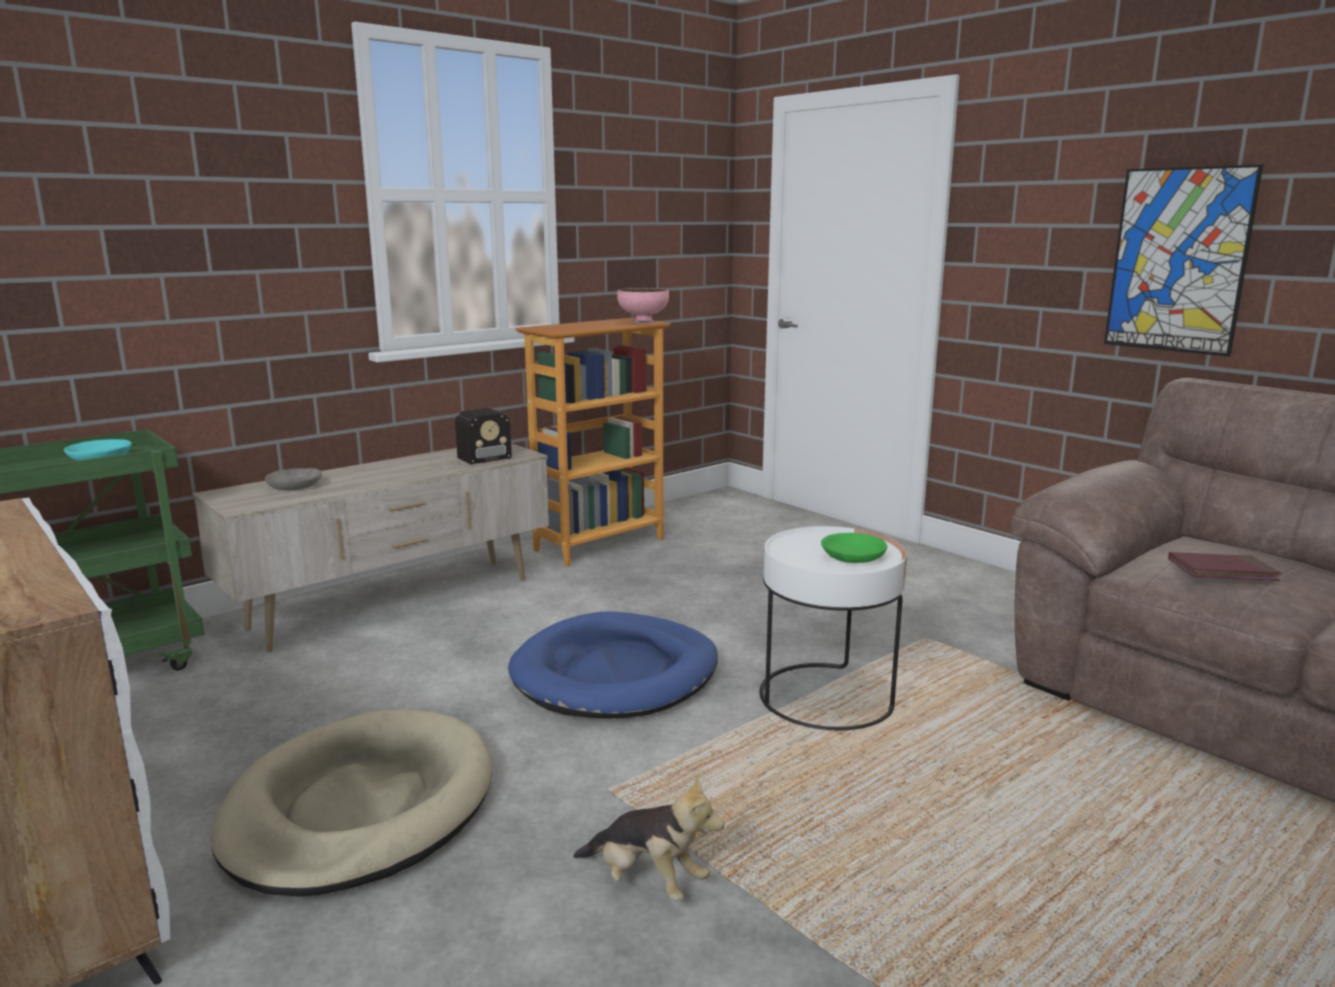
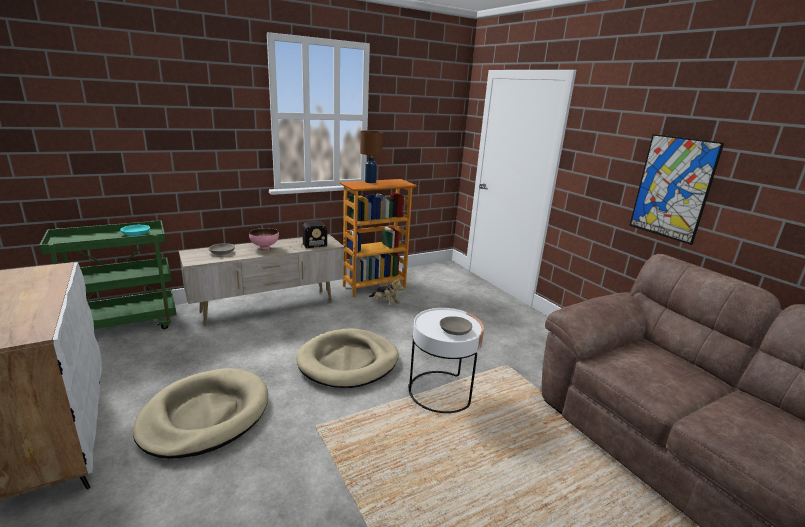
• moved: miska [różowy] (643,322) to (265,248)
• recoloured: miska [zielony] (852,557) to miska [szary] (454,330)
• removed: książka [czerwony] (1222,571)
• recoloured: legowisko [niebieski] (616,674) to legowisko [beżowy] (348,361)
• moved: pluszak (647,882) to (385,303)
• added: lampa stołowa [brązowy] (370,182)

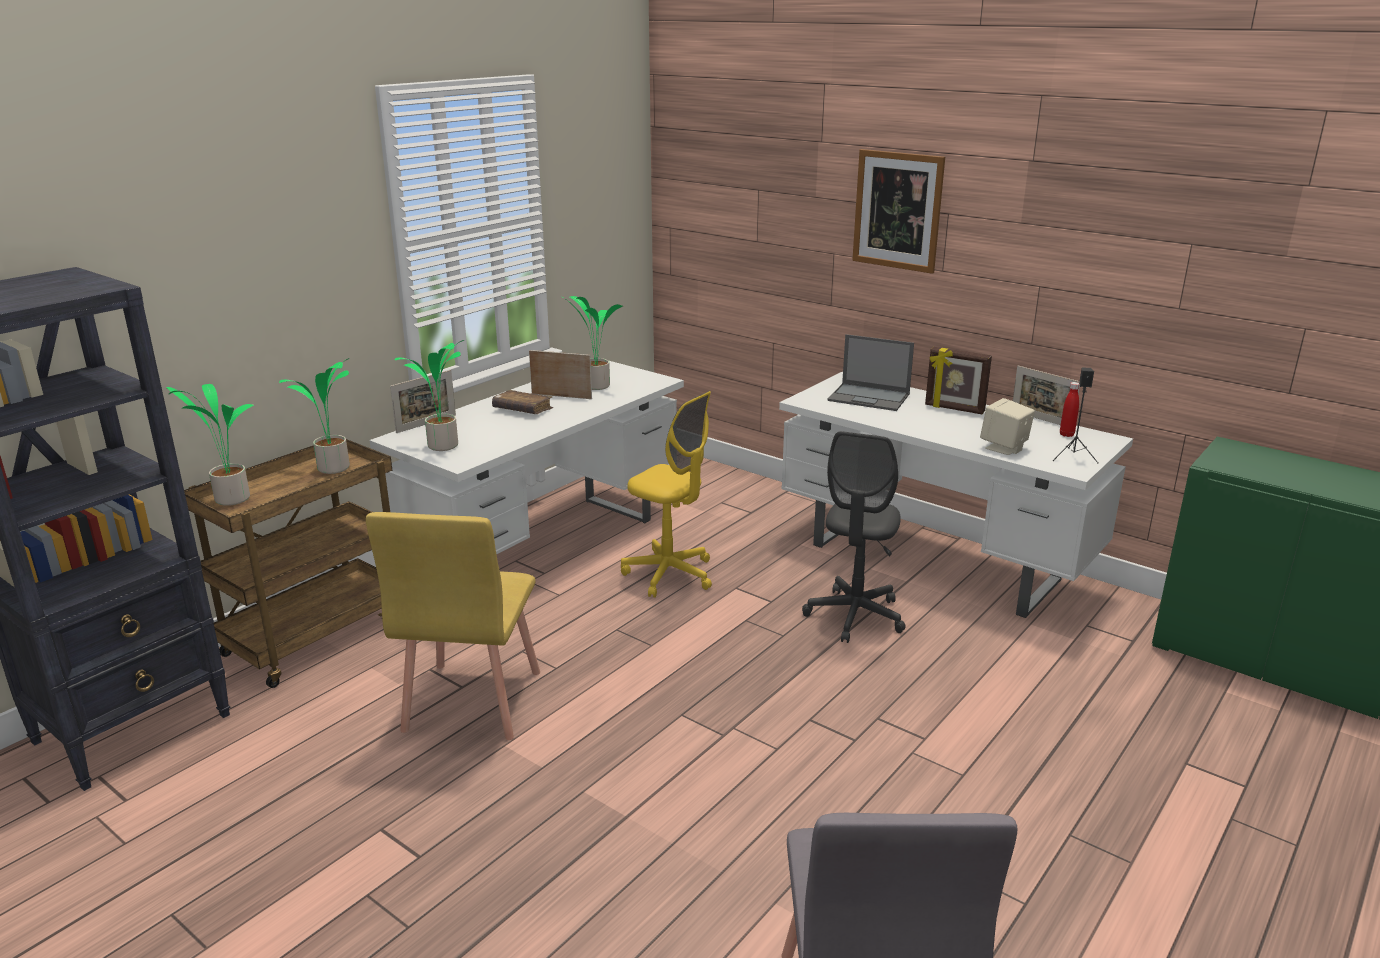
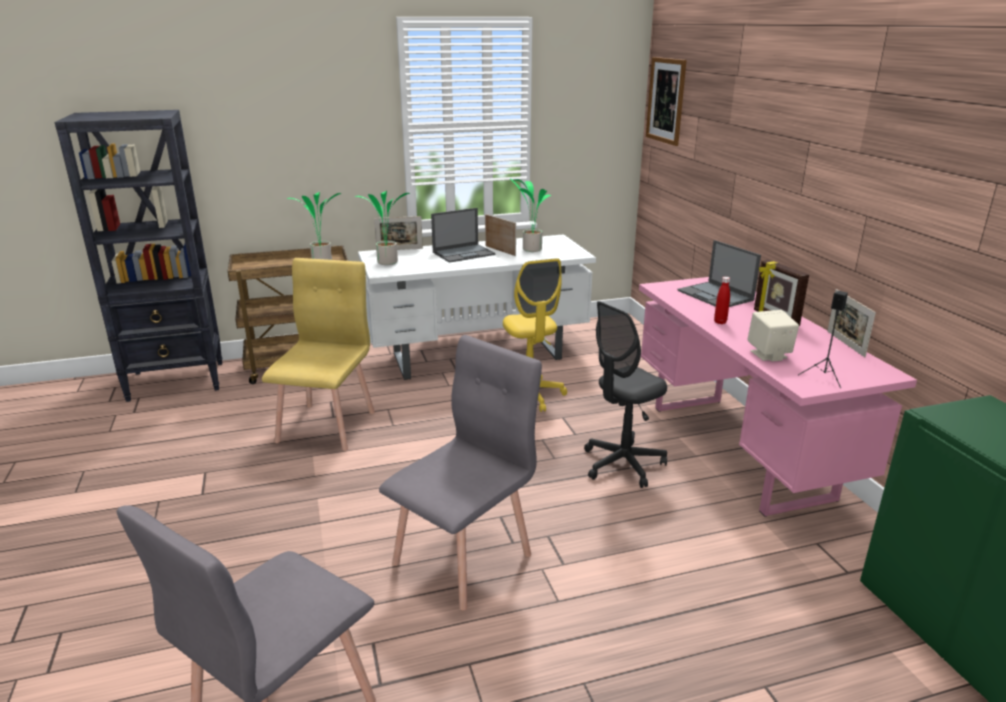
• moved: obraz (897,210) to (666,100)
• recoloured: biurko [biały] (934,562) to biurko [różowy] (739,450)
• moved: butelka [czerwony] (1066,434) to (720,322)
• removed: roślina doniczkowa (230,499)
• replaced: książka [brązowy] (522,410) to laptop (464,253)
• turned: krzesło [żółty] (471,701) = (327,426) 150 degrees clockwise
• added: krzesło [szary] (464,558)

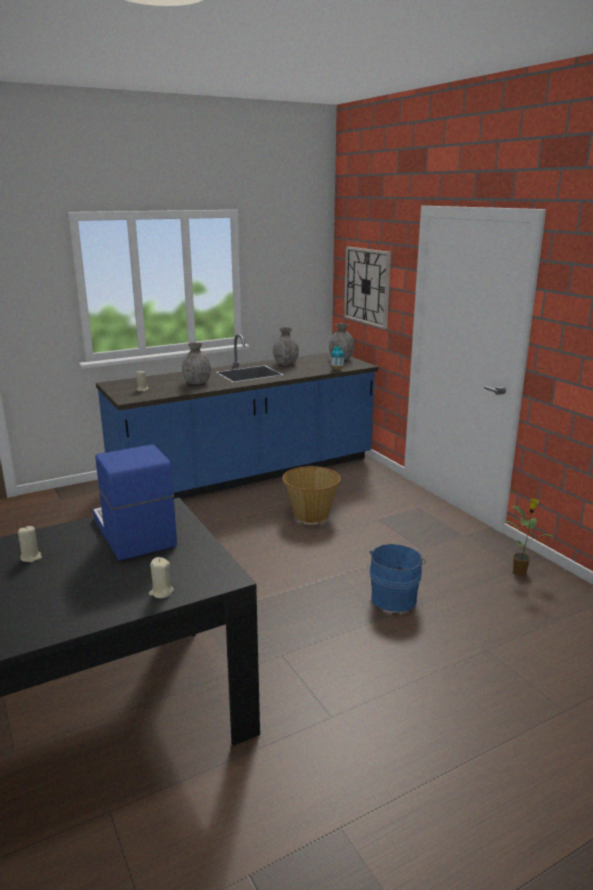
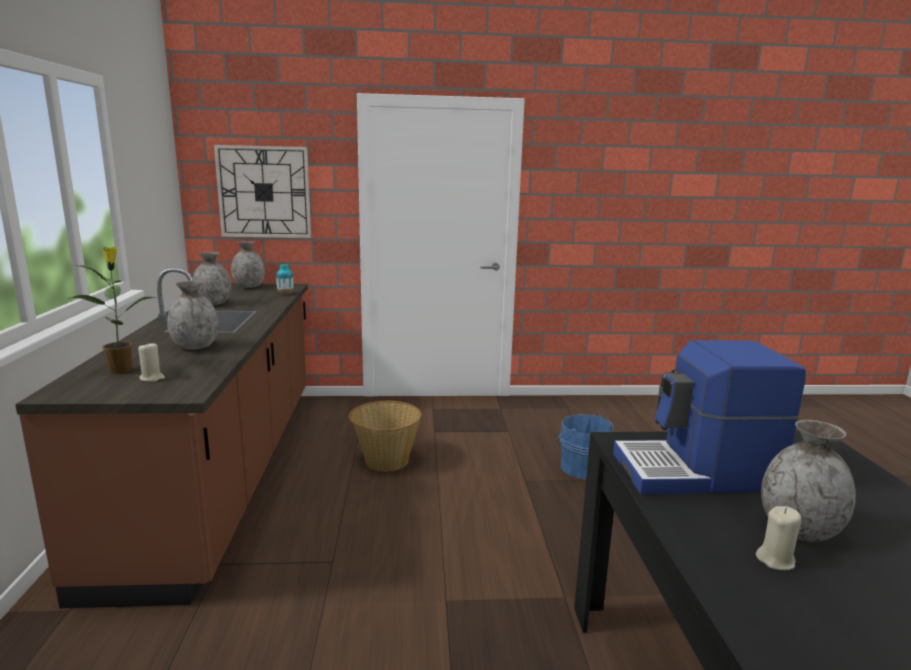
• recoloured: zabudowa kuchenna [niebieski] (246,474) to zabudowa kuchenna [brązowy] (224,471)
• moved: roślina doniczkowa (520,571) to (122,370)
• removed: świeca [beżowy] (161,592)
• added: wazon [szary] (799,530)

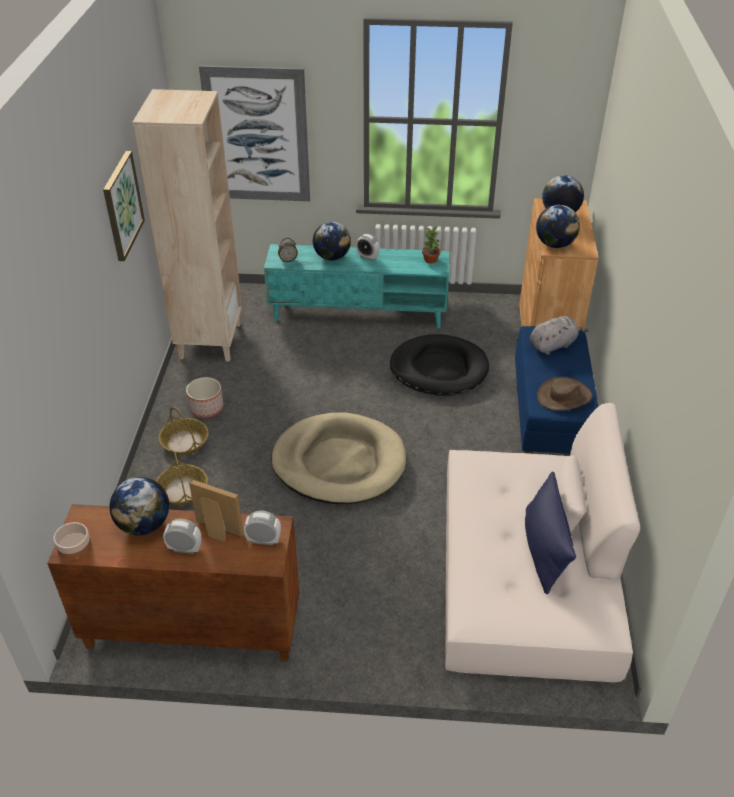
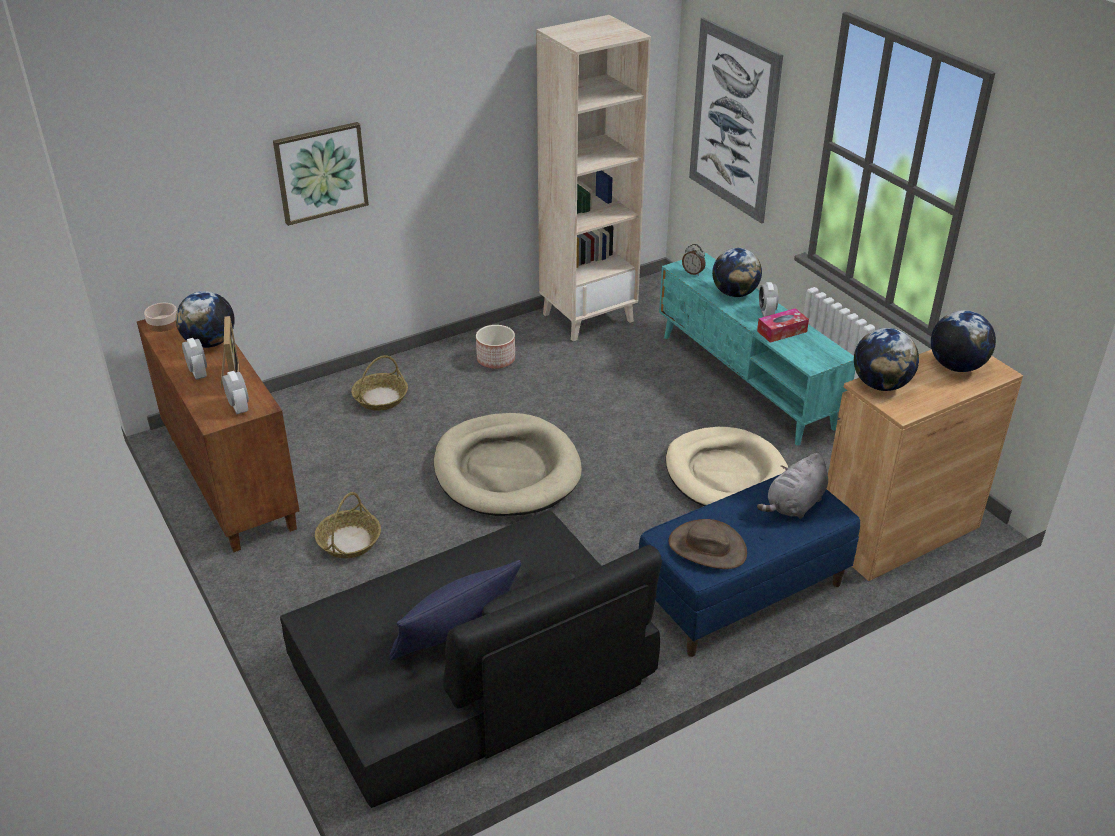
• moved: obraz (122,205) to (321,172)
• removed: roślina doniczkowa (431,260)
• turned: pluszak [szary] (553,345) = (794,505) 105 degrees clockwise
• recoloured: legowisko [czarny] (439,369) to legowisko [beżowy] (726,474)
• recoloured: kanapa [beżowy] (526,575) to kanapa [czarny] (471,672)
• moved: koszyk (185,442) to (349,542)
• added: pudełko chusteczek (782,331)

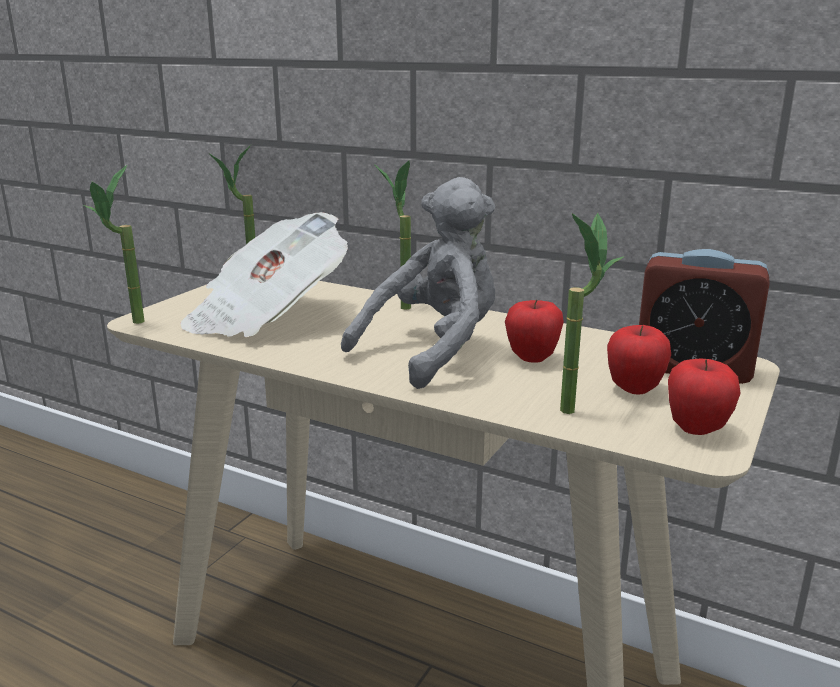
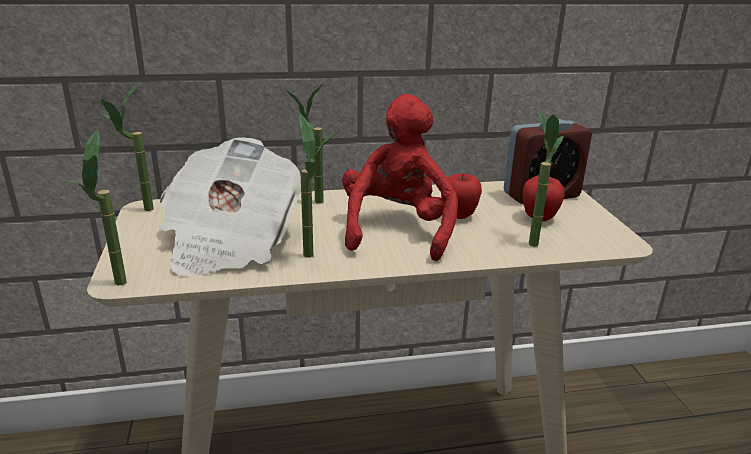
• recoloured: pluszak [szary] (434,351) to pluszak [czerwony] (397,229)
• removed: jabłko (697,429)
• added: roślina doniczkowa (316,259)

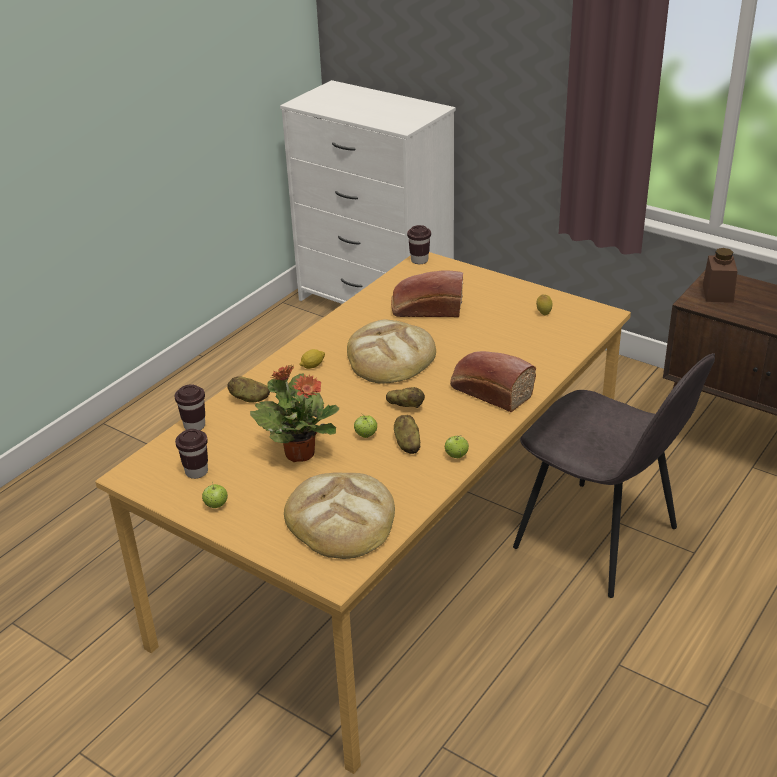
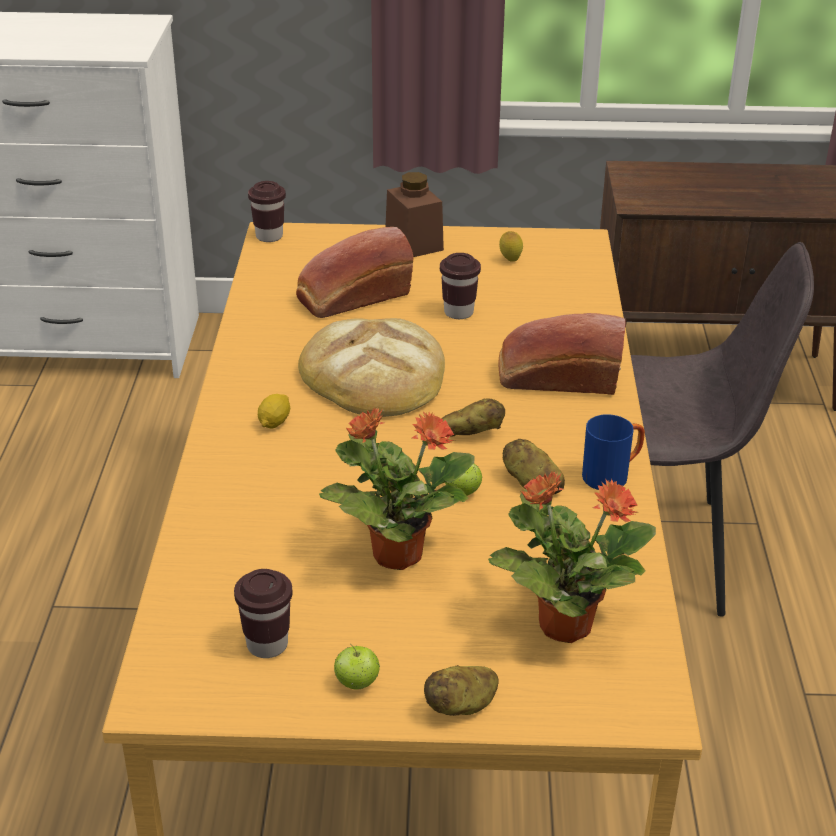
• moved: słoik [brązowy] (717,293) to (414,243)
• moved: ziemniak (249,399) to (462,706)
• moved: filiżanka [brązowy] (194,426) to (458,312)
• replaced: jabłko (456,456) to kubek [niebieski] (612,475)
• replaced: chleb (341,519) to roślina doniczkowa (563,624)

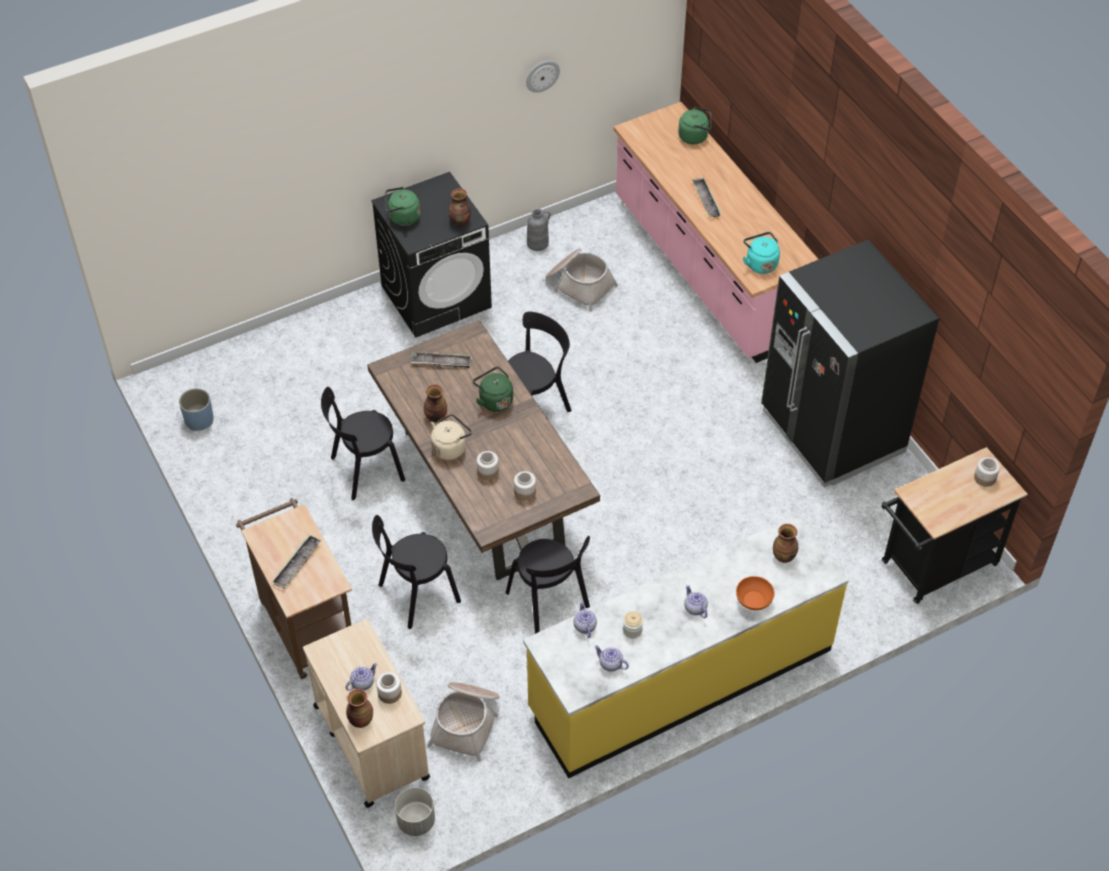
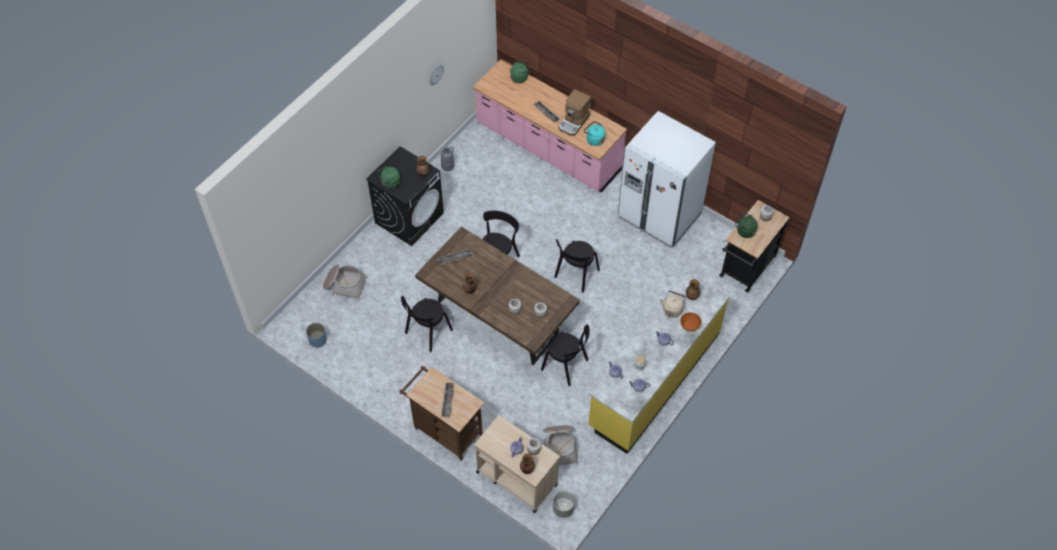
• recoloured: lodówka [czarny] (832,431) to lodówka [biały] (659,216)
• moved: koszyk (579,284) to (344,285)
• moved: czajnik [zielony] (494,400) to (744,231)
• moved: czajnik [beżowy] (450,447) to (672,309)
• moved: krzesło [czarny] (416,595) to (575,275)
• added: ekspres do kawy (574,122)

